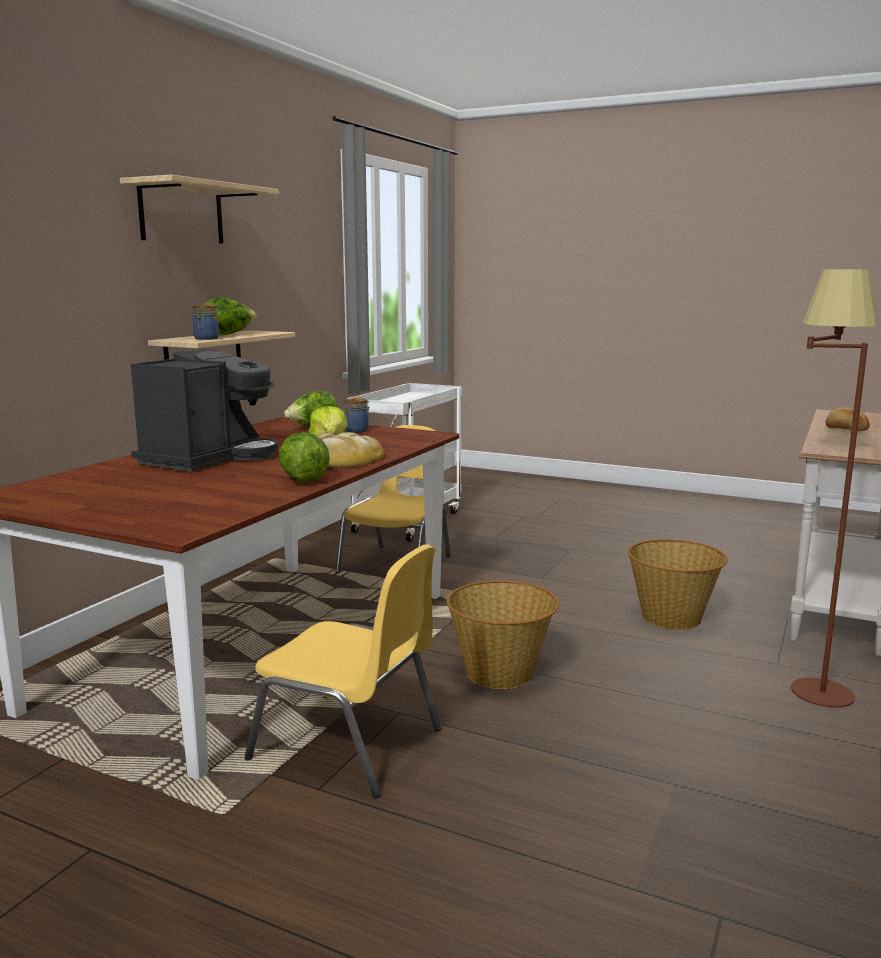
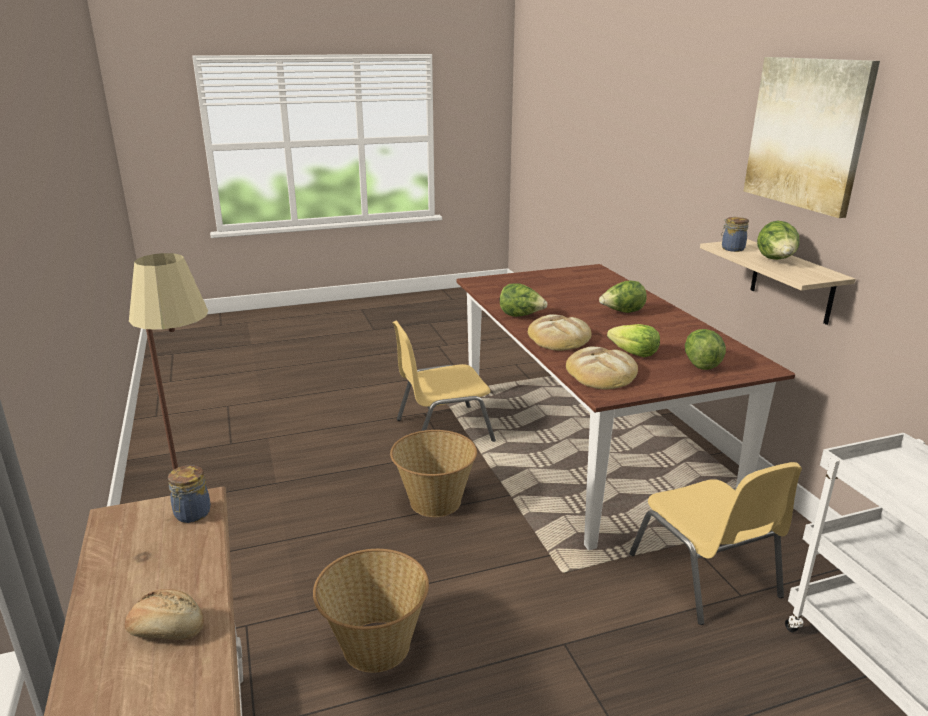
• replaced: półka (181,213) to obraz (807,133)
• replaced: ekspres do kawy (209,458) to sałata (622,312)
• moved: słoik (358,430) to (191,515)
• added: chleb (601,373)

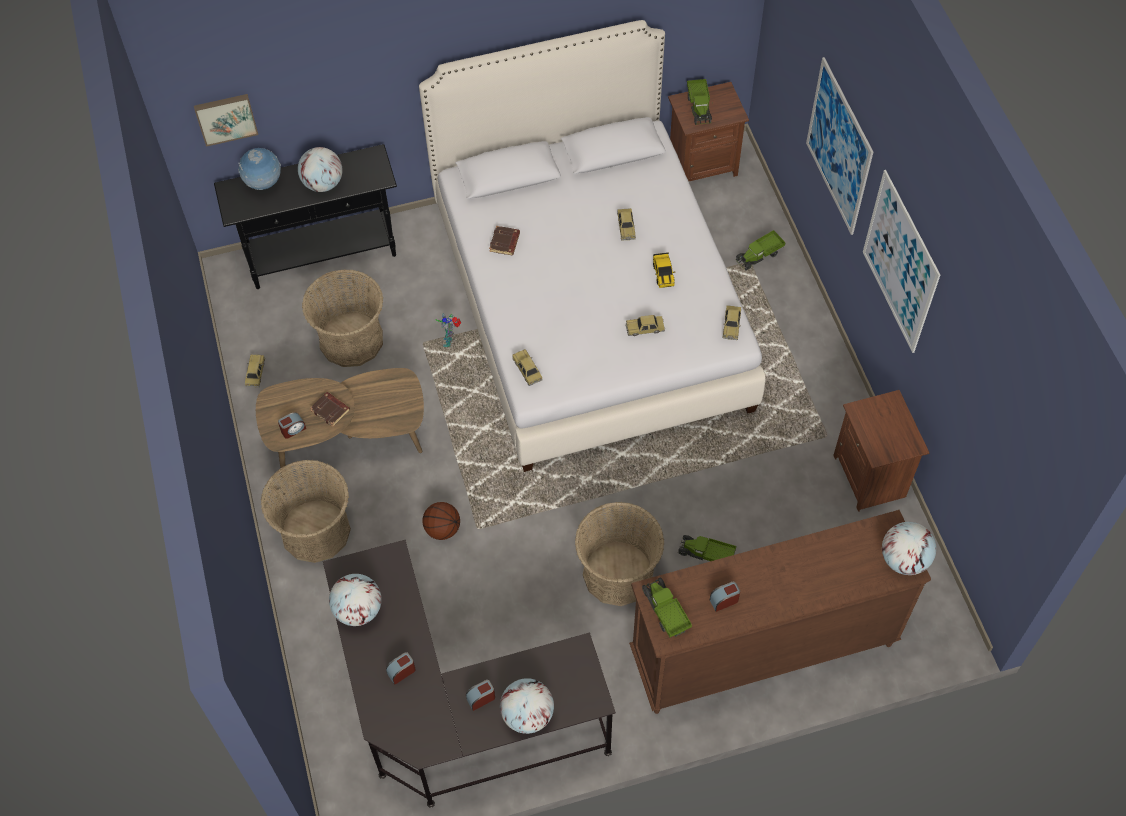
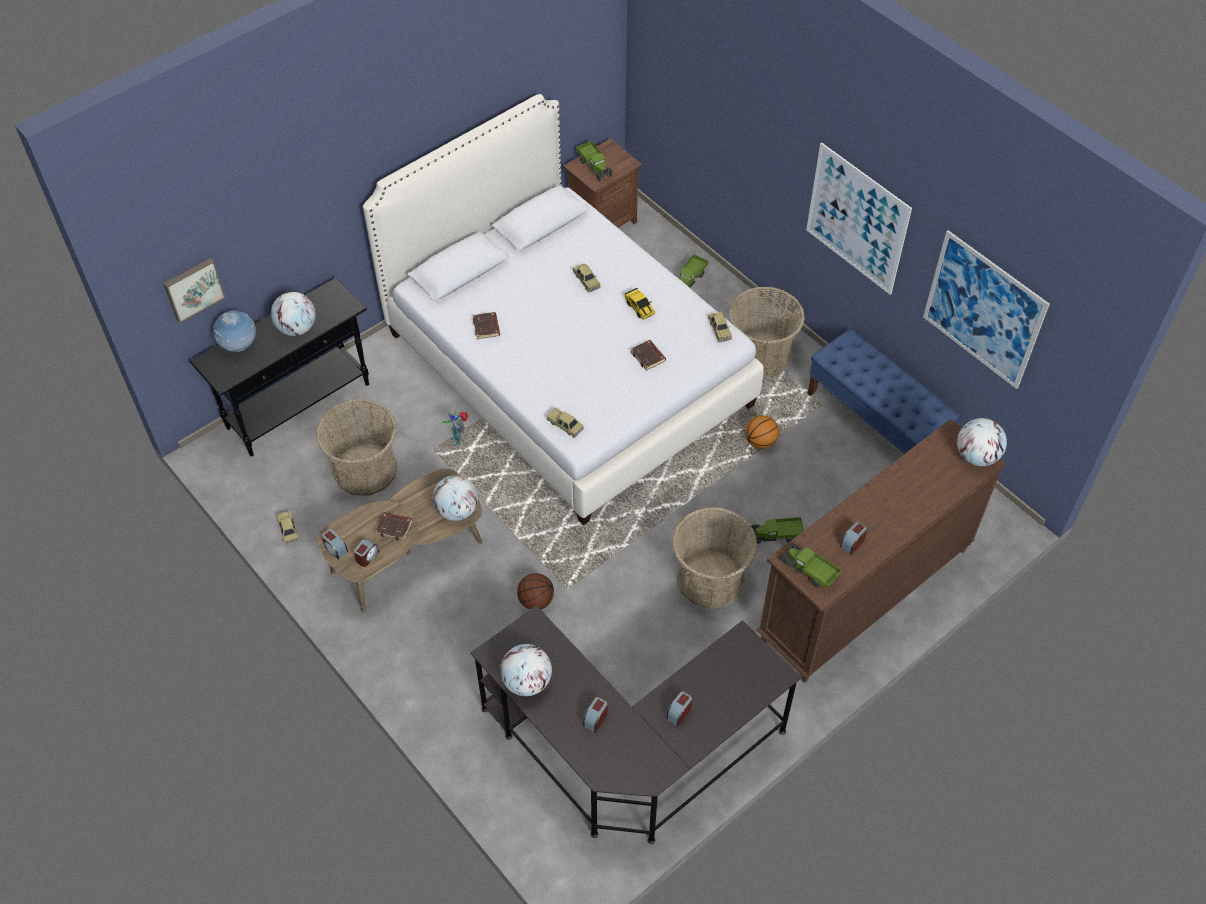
• moved: obraz (839,147) to (983,310)
• replaced: samochodzik (645,328) to książka [brązowy] (648,357)
• replaced: szafka nocna [brązowy] (870,476) to ławka [niebieski] (875,423)
• moved: koszyk (315,531) to (761,355)
• moved: globus (527,715) to (457,510)
• added: piłka do koszykówki (760,442)
• added: budzik (335,549)

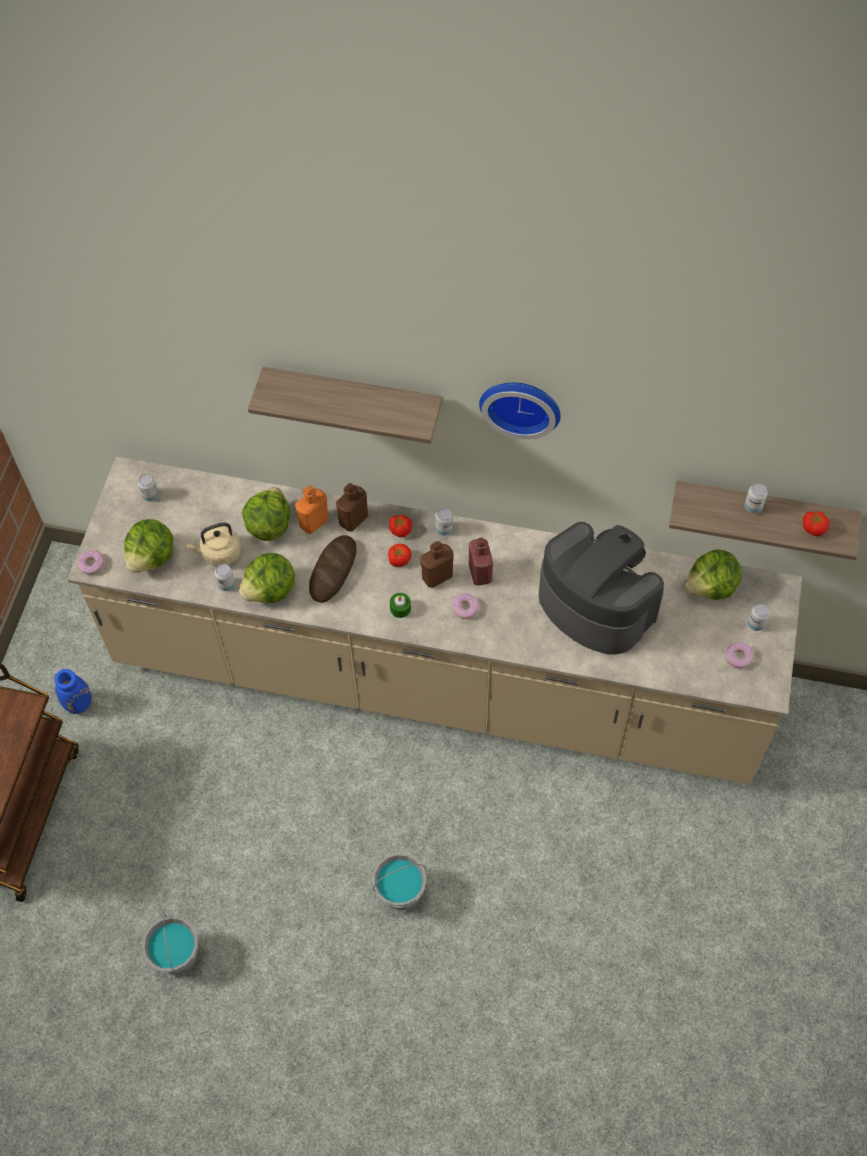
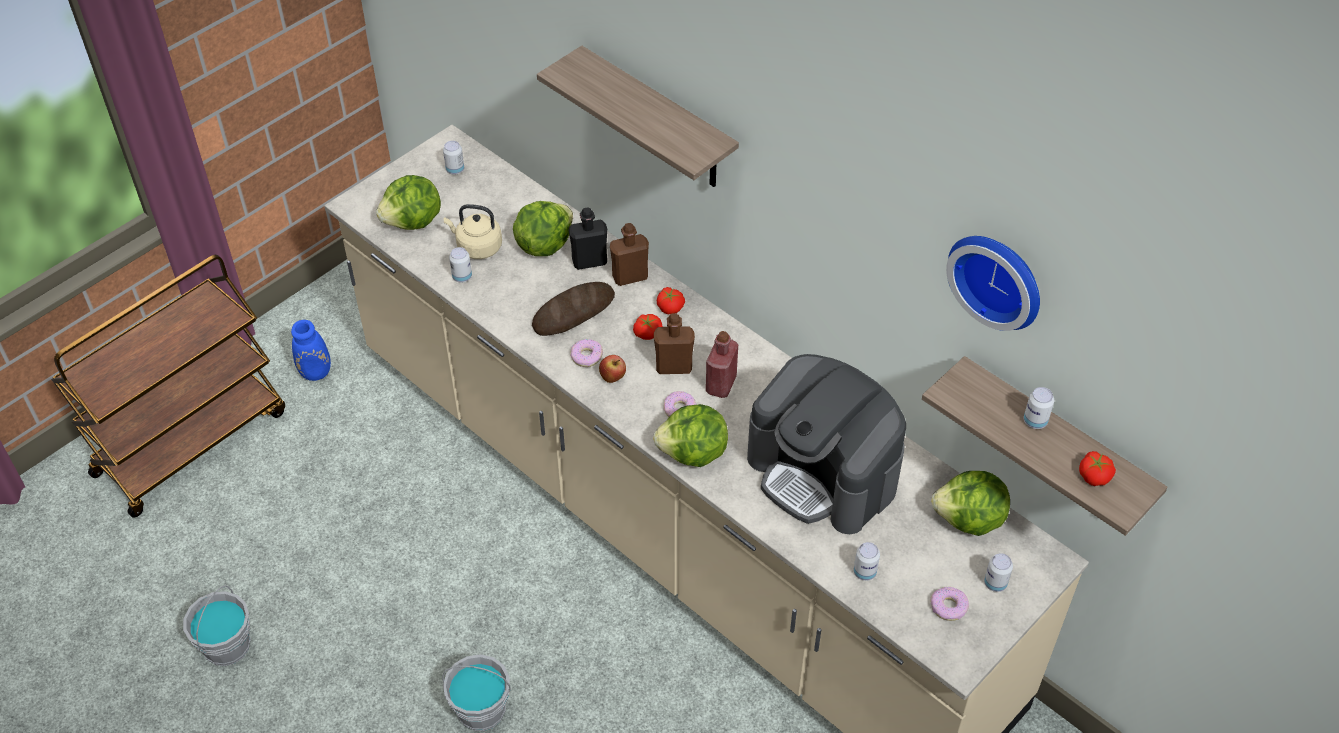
• moved: zegar ścienny (521,404) to (999,277)
• recoloured: butelka [pomarańczowy] (314,522) to butelka [czarny] (589,261)
• moved: puszka (444,529) to (864,572)
• turned: ekspres do kawy (595,604) = (823,473) 150 degrees clockwise
• moved: donut (91,564) to (586,356)
• moved: sałata (271,591) to (693,454)
• replaced: świeca [zielony] (400,608) to jabłko (613,378)

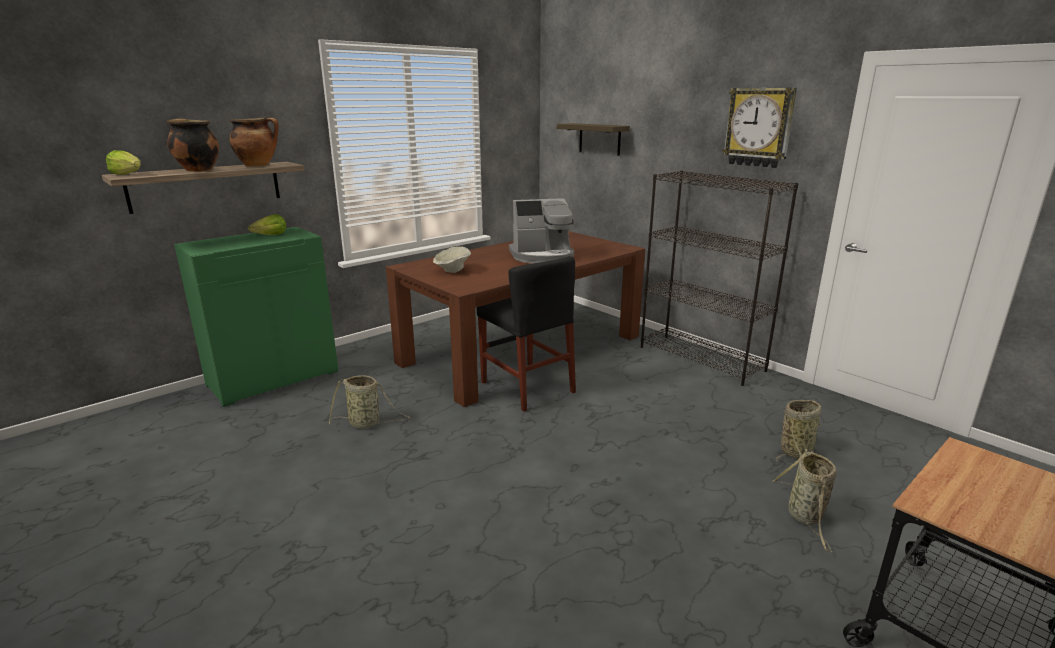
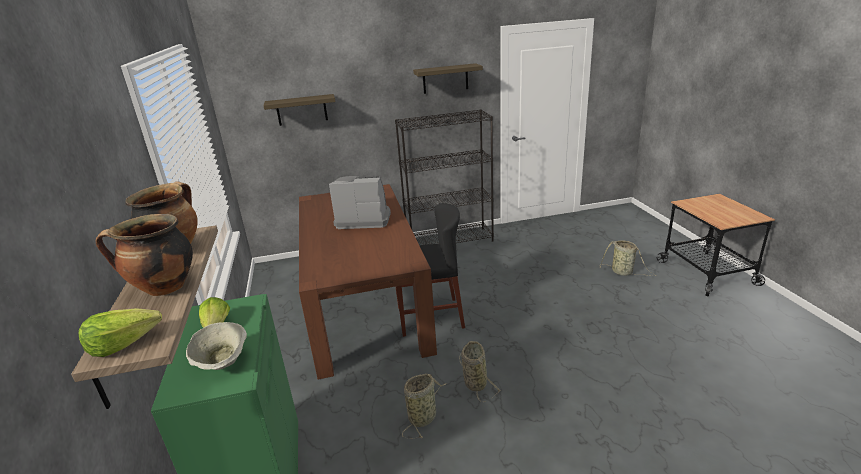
• replaced: zegar ścienny (759,127) to półka (445,79)
• turned: ekspres do kawy (542,256) = (363,219) 105 degrees counterclockwise
• moved: miska [beżowy] (452,271) to (223,363)
• moved: koszyk (797,451) to (474,382)

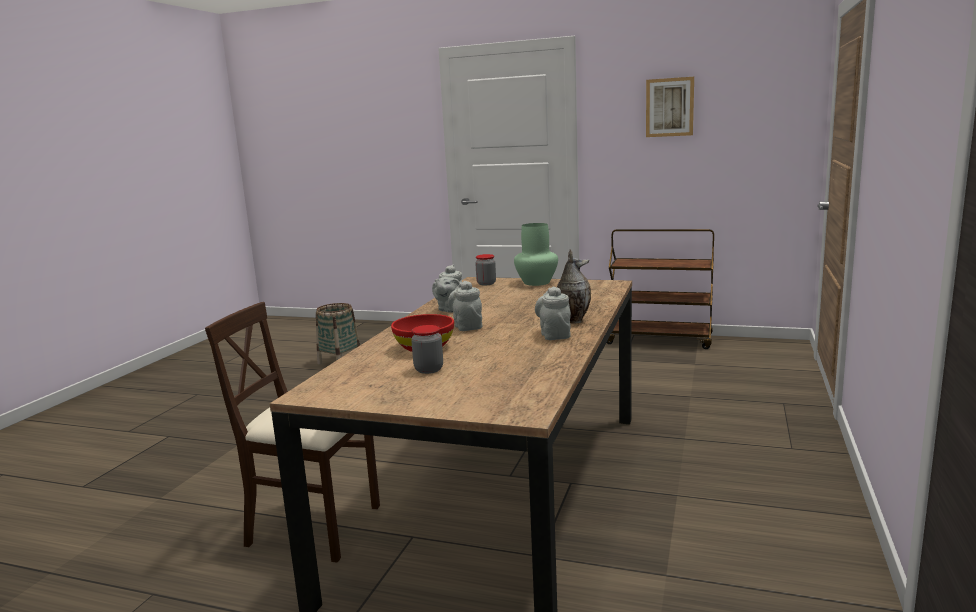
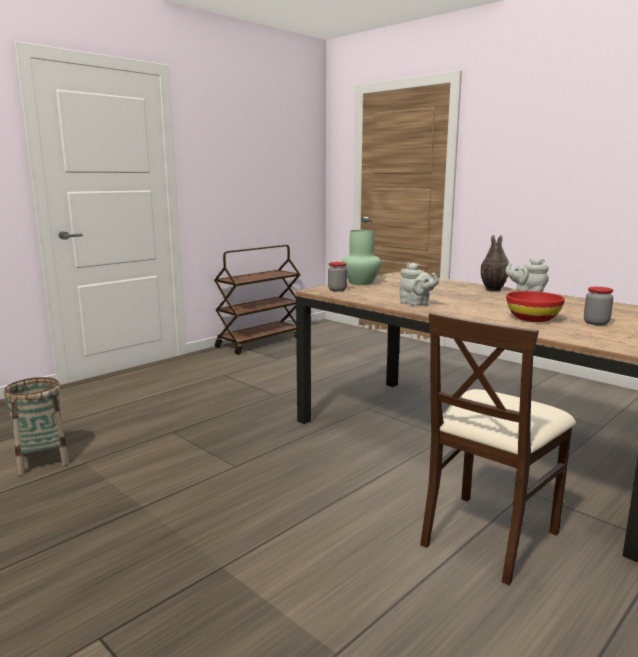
• removed: obraz (669,107)
• removed: imbryk [szary] (467,326)

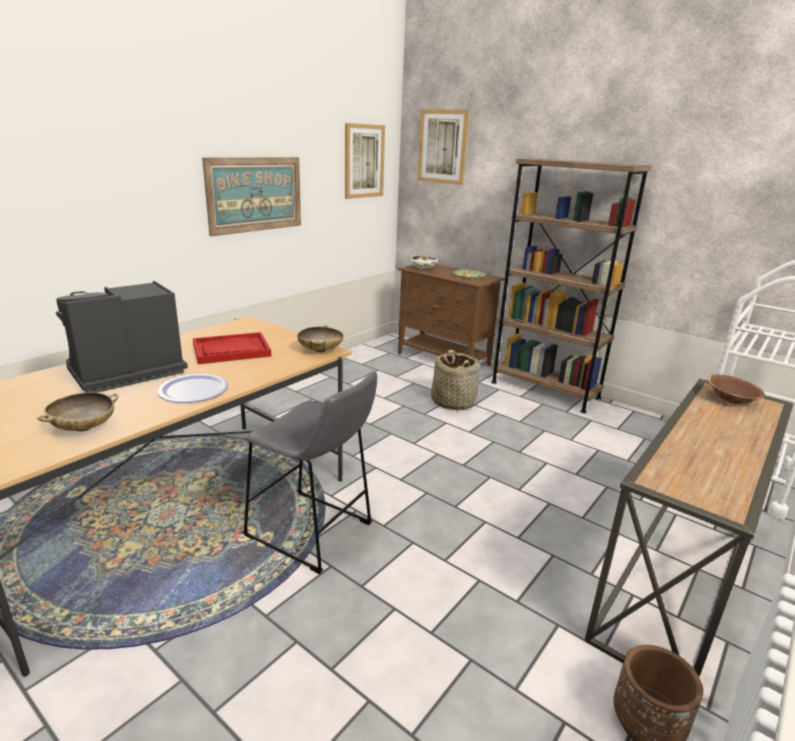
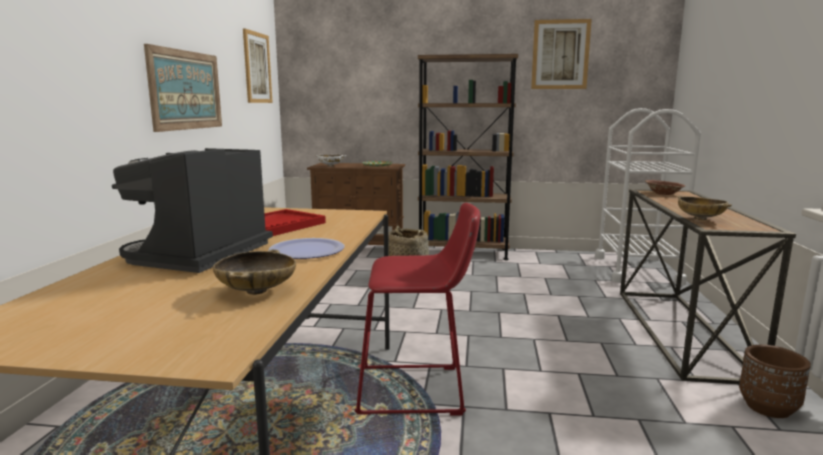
• moved: obraz (442,147) to (560,54)
• moved: miska [beżowy] (320,350) to (700,219)
• recoloured: stołek [szary] (313,533) to stołek [czerwony] (417,390)

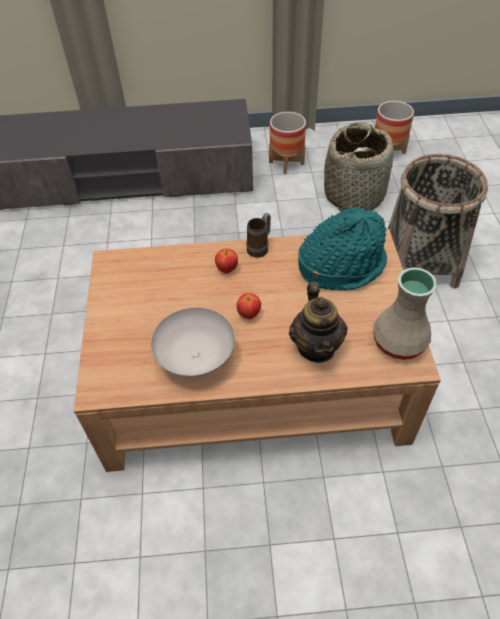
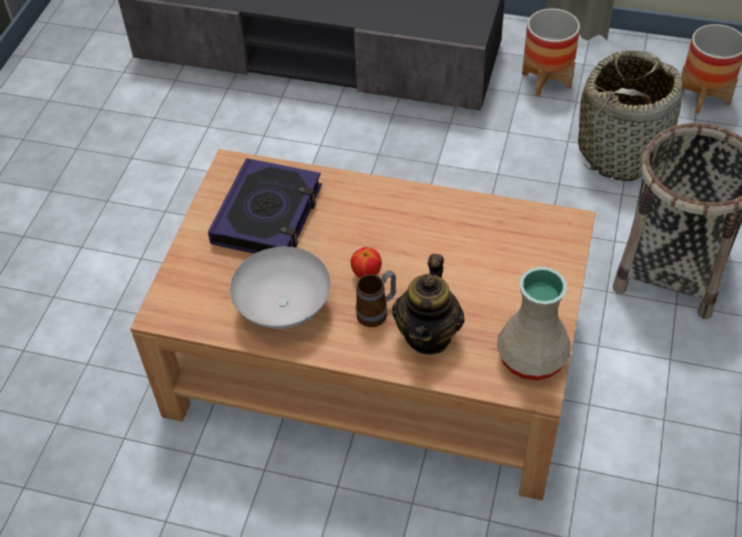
• removed: kapelusz [turkusowy] (341,265)
• moved: kubek (260,247) to (377,312)
• removed: jabłko (227,269)
• added: książka (268,215)

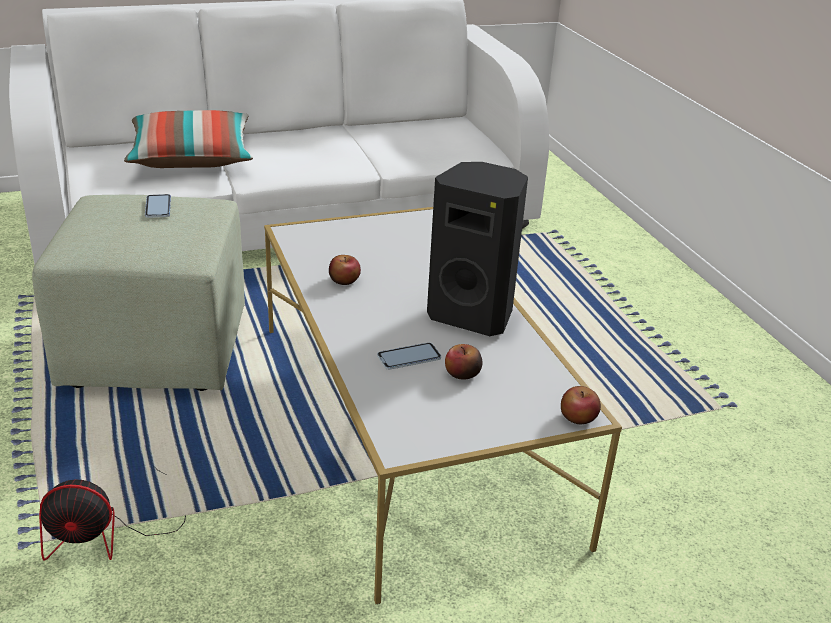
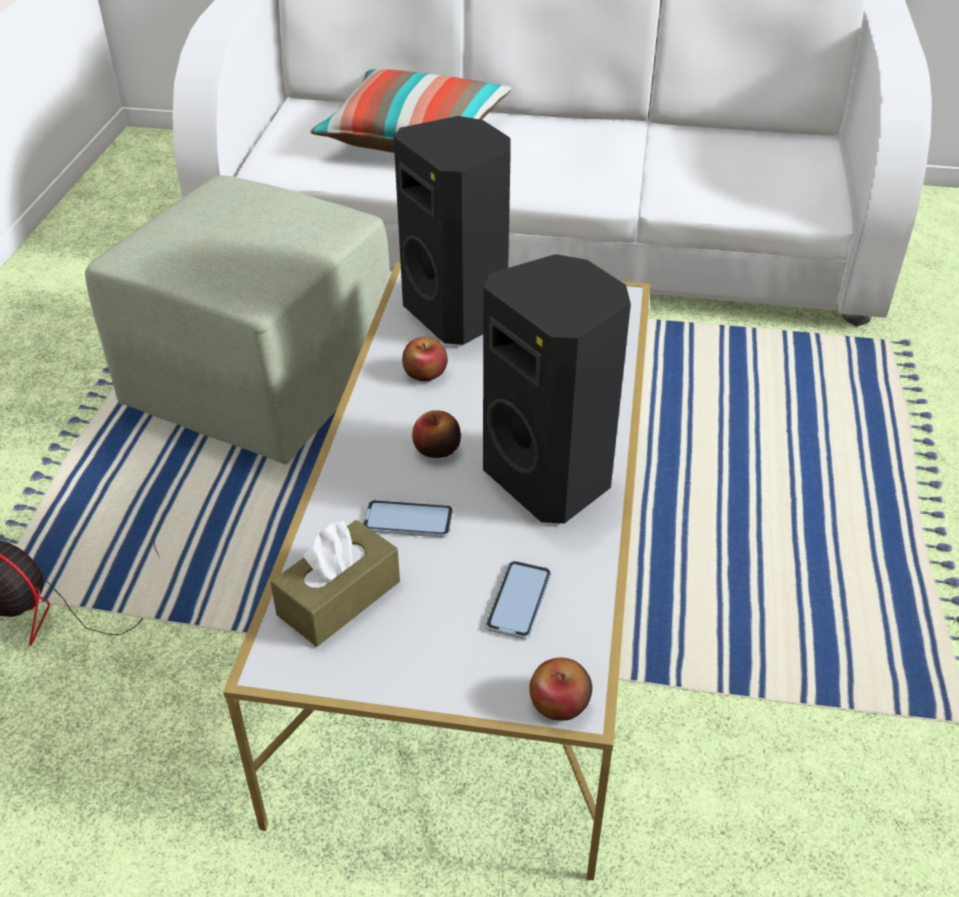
• moved: telefon (158,207) to (518,601)
• moved: jabłko (462,374) to (436,449)
• added: głośnik [czarny] (459,314)
• added: pudełko chusteczek [brązowy] (339,598)

